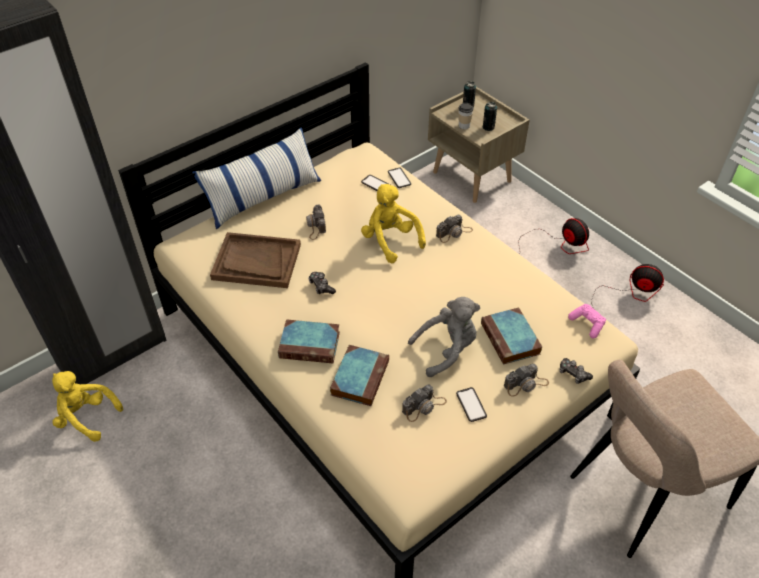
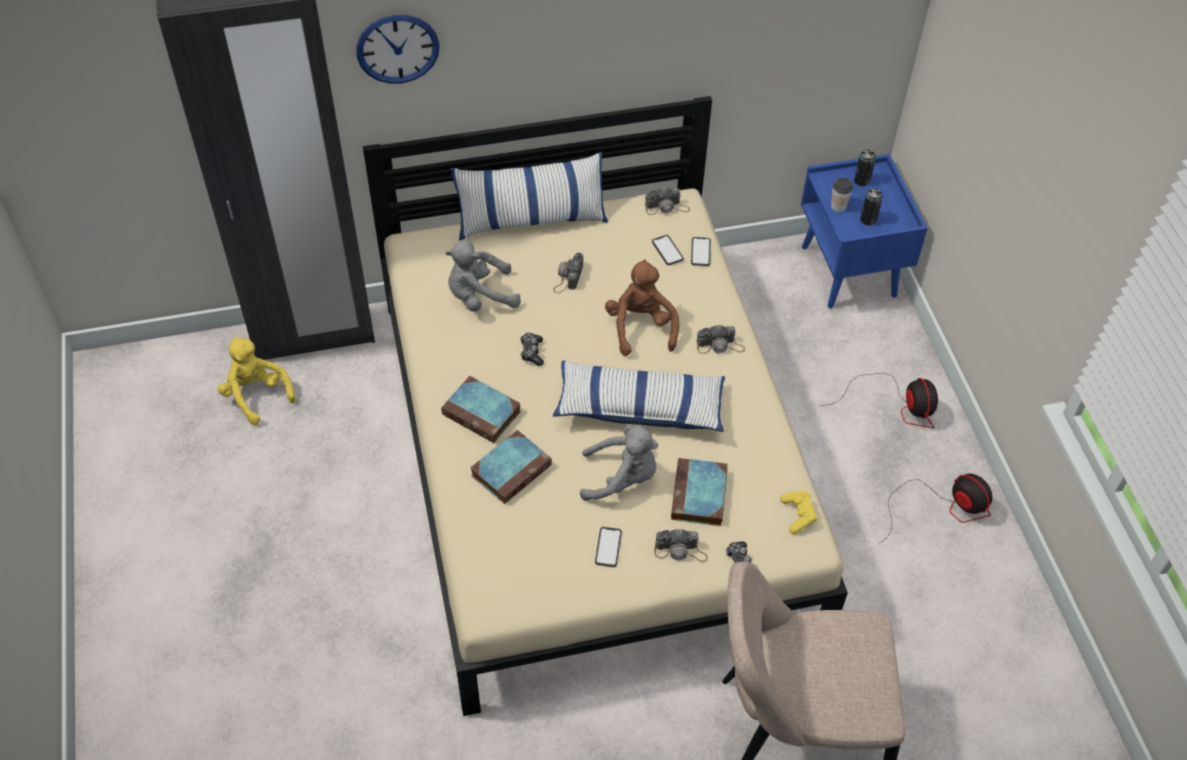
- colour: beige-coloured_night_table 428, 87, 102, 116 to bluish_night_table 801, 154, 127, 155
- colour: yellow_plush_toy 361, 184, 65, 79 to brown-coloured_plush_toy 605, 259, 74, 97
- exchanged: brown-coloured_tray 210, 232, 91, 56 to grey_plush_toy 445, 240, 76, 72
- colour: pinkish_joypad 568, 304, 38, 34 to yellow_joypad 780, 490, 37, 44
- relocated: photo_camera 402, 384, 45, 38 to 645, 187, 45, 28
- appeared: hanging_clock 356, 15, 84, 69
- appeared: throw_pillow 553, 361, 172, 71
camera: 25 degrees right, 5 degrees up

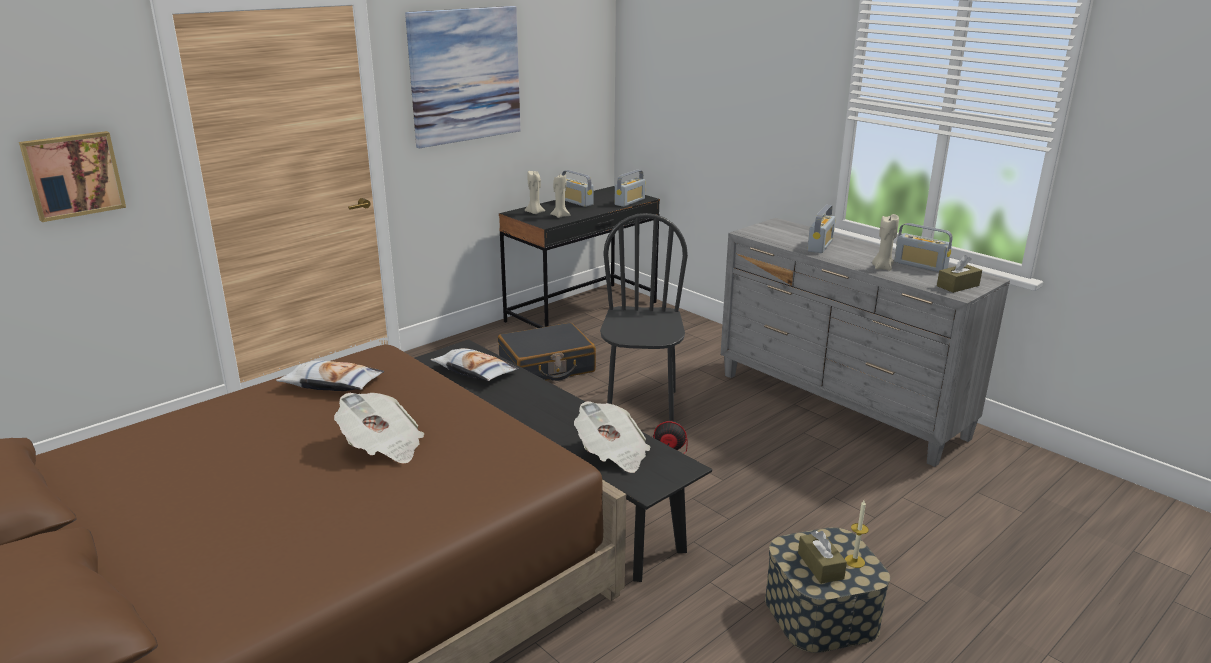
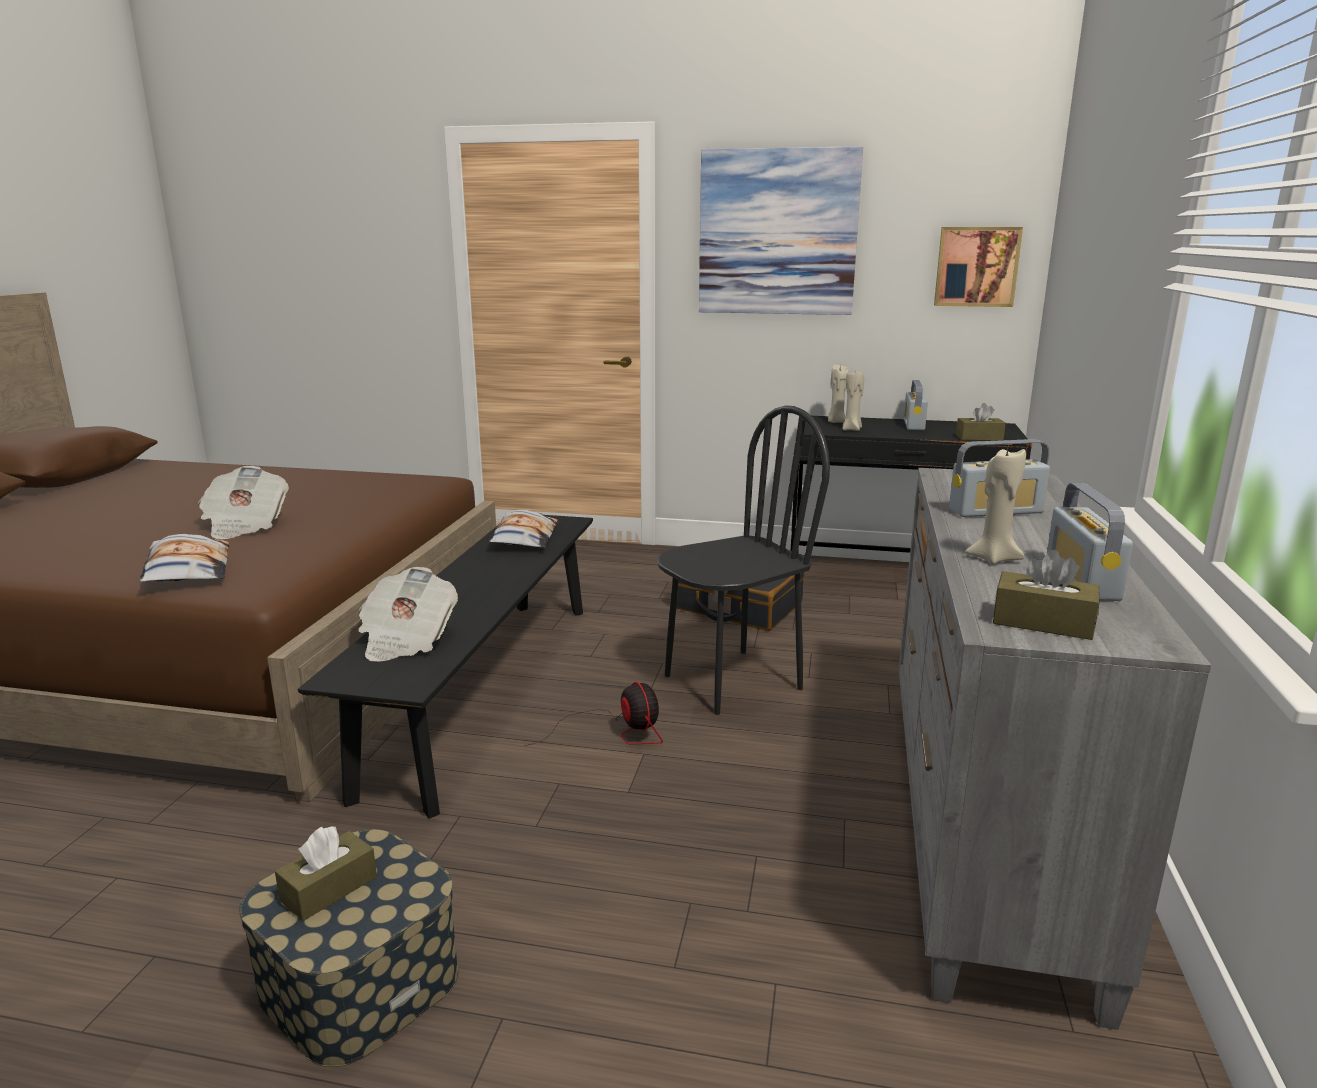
- relocated: picture 19, 131, 107, 91 to 934, 227, 89, 80
- exchanged: radio_set 615, 170, 30, 37 to brown-coloured_tissue_box 956, 403, 50, 37
- relocated: throw_pillow 276, 361, 108, 30 to 140, 534, 90, 48
- missing: candle 845, 500, 24, 68
camera: 55 degrees right, 5 degrees down

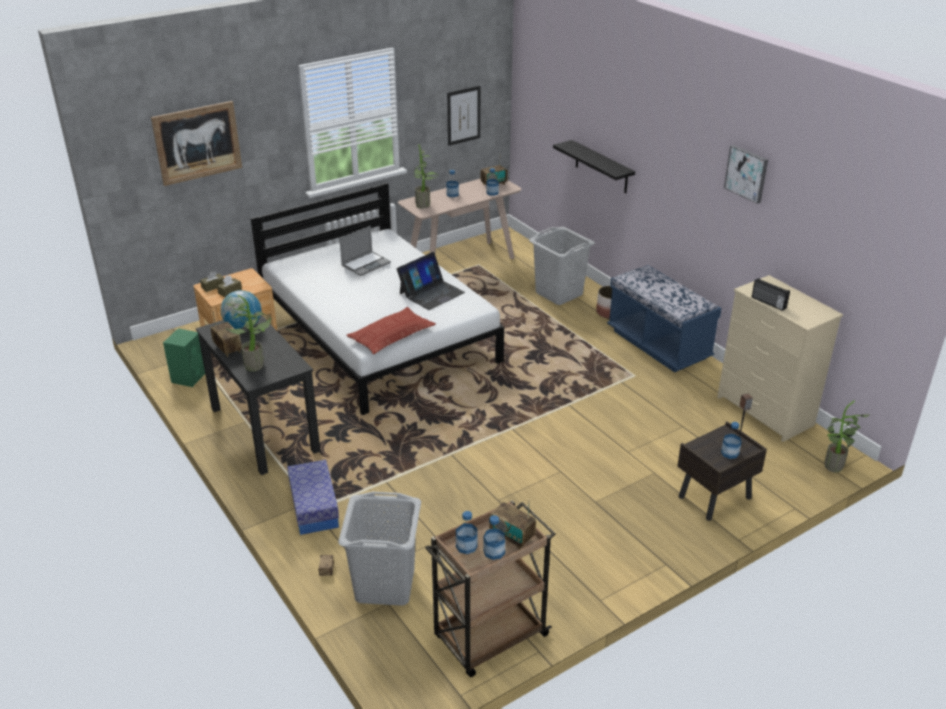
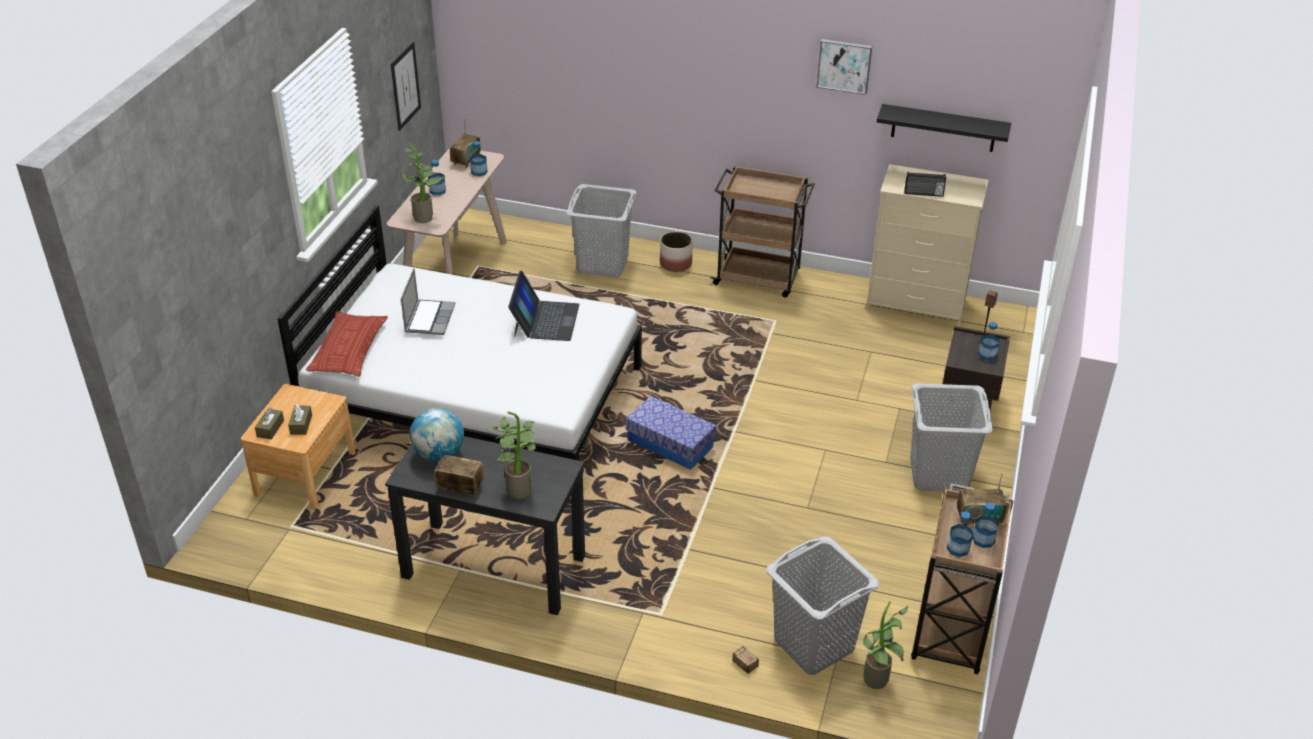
- missing: picture 151, 101, 91, 85
- relocated: black-coloured_wall_shelf 553, 140, 82, 53 to 877, 104, 134, 48
- exchanged: bluish_indoor_bench 607, 265, 115, 107 to brown-coloured_trolley 710, 166, 105, 132
- relocated: throw_pillow 347, 307, 89, 47 to 306, 312, 82, 65
- missing: green-coloured_loudspeaker 163, 328, 42, 59
- relocated: plant_in_a_pot 825, 400, 45, 72 to 863, 601, 45, 88
- relocated: storage_bin 287, 460, 52, 75 to 626, 396, 90, 74
- appeared: grey_laundry_basket 910, 383, 83, 108
camera: 40 degrees left, 5 degrees up

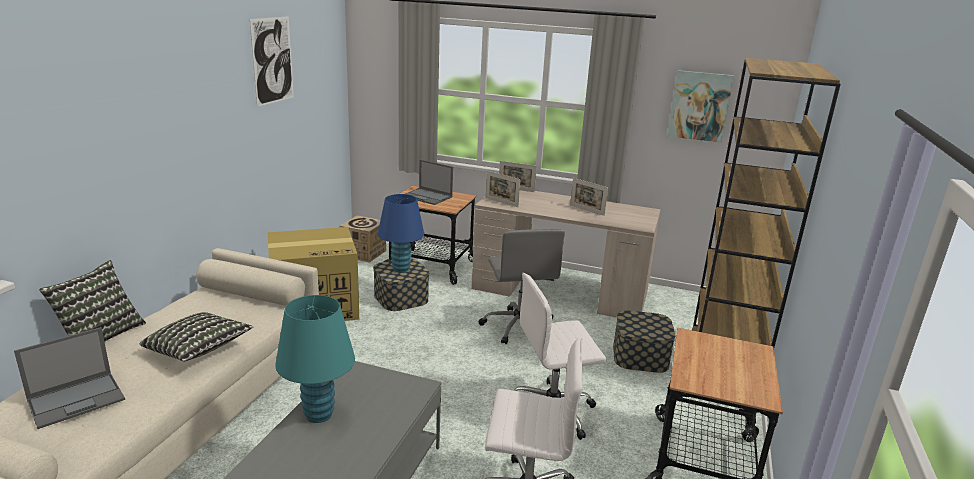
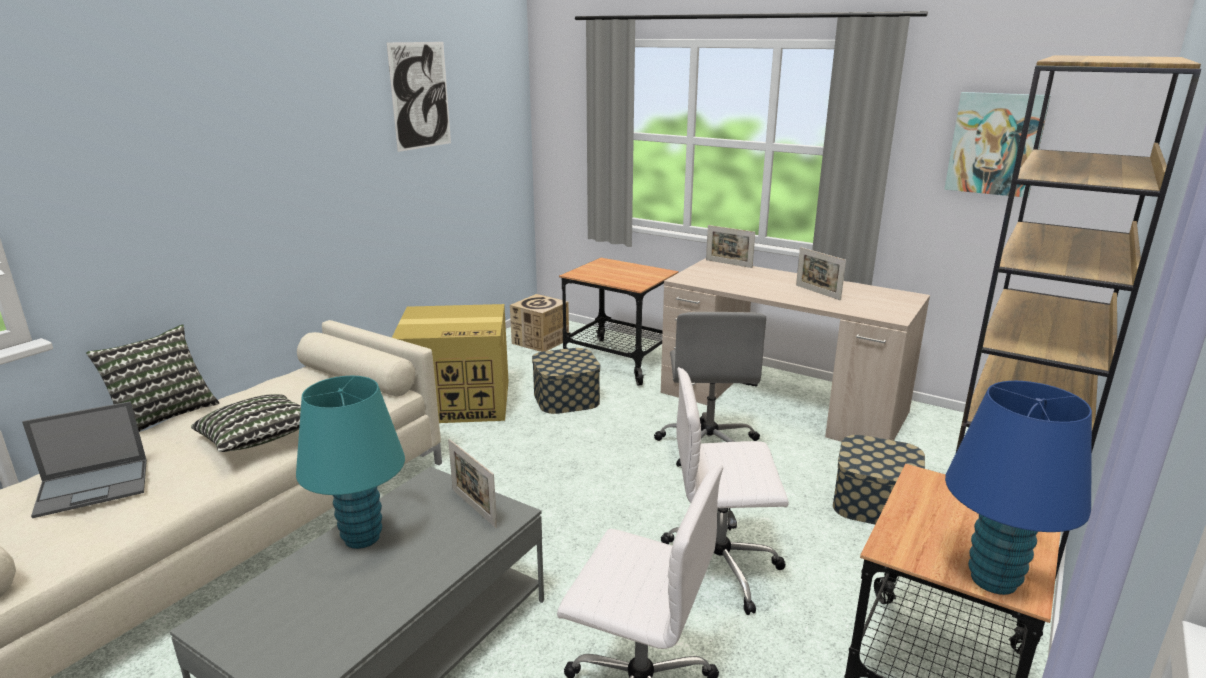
- missing: portable_computer 405, 160, 48, 45
- relocated: photo_frame 486, 171, 34, 36 to 448, 439, 49, 89
- relocated: bluish_tabletop_lamp 378, 194, 46, 79 to 945, 381, 147, 214
camera: 15 degrees right, 0 degrees up

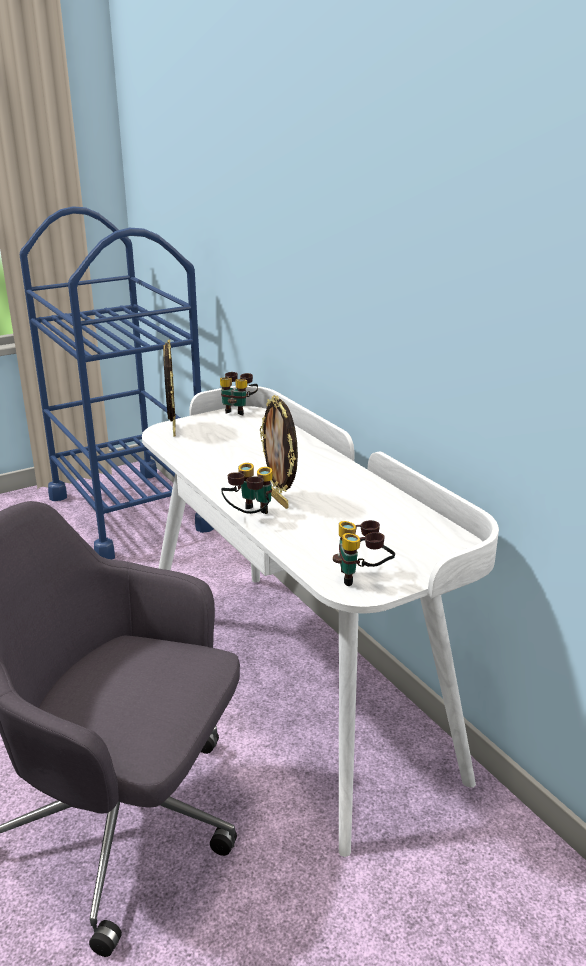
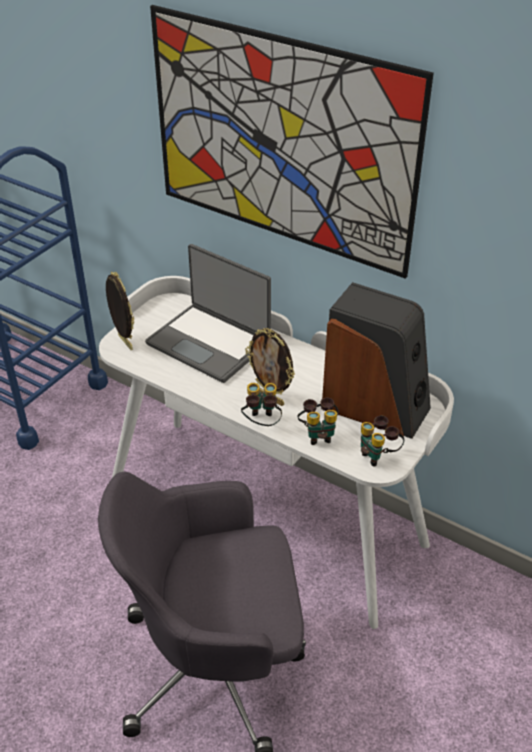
- relocated: pair_of_binoculars 220, 372, 38, 43 to 297, 398, 42, 47
- appeared: picture 150, 5, 284, 274
- appeared: portable_computer 145, 244, 126, 139
- appeared: loudspeaker 322, 282, 109, 157
camera: 25 degrees left, 15 degrees up

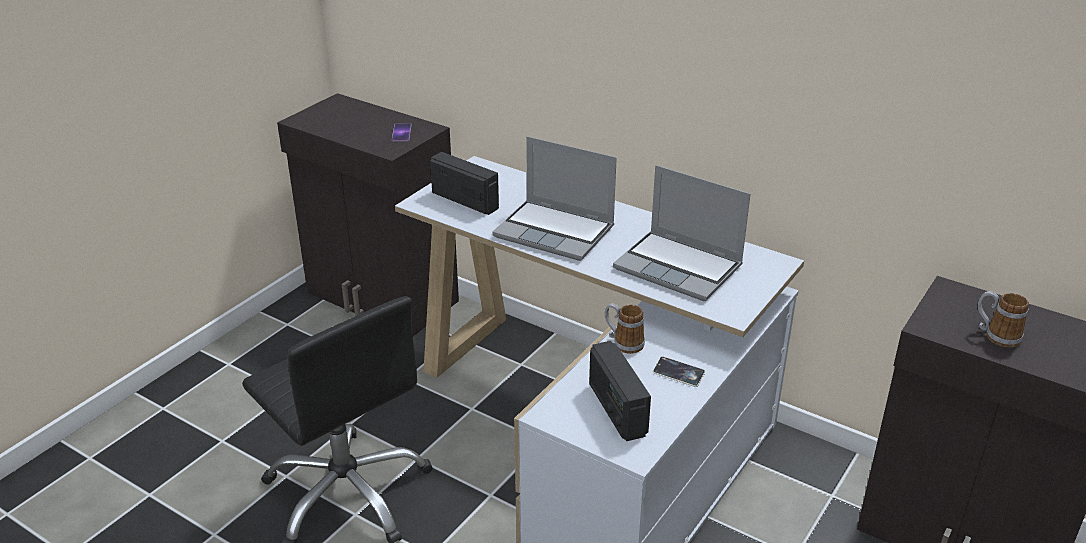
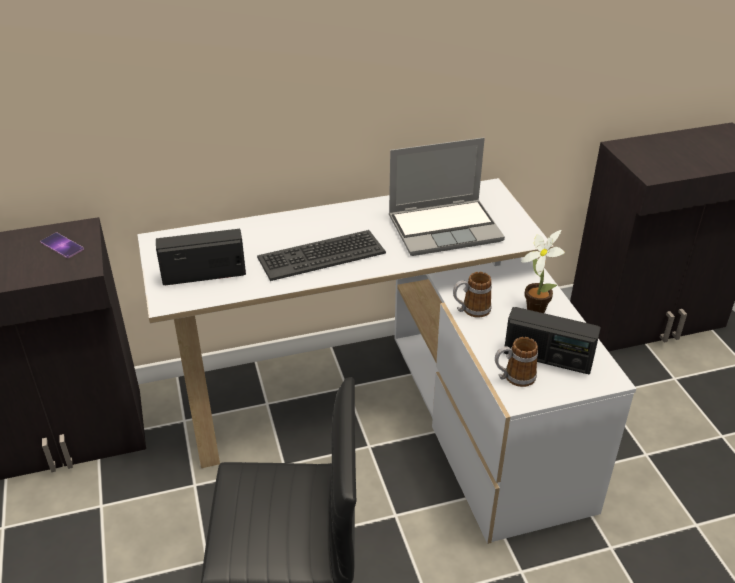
- exchanged: portable_computer 492, 136, 125, 125 to keyboard 257, 230, 129, 51
- relocated: mug 978, 291, 51, 57 to 495, 337, 43, 50
- exchanged: handset 653, 356, 52, 31 to plant_in_a_pot 521, 230, 44, 83
camera: 50 degrees left, 5 degrees up

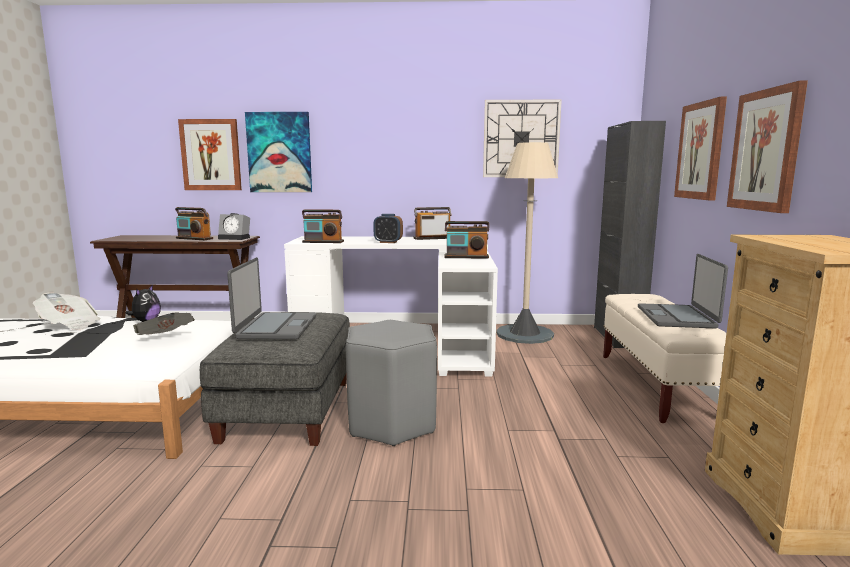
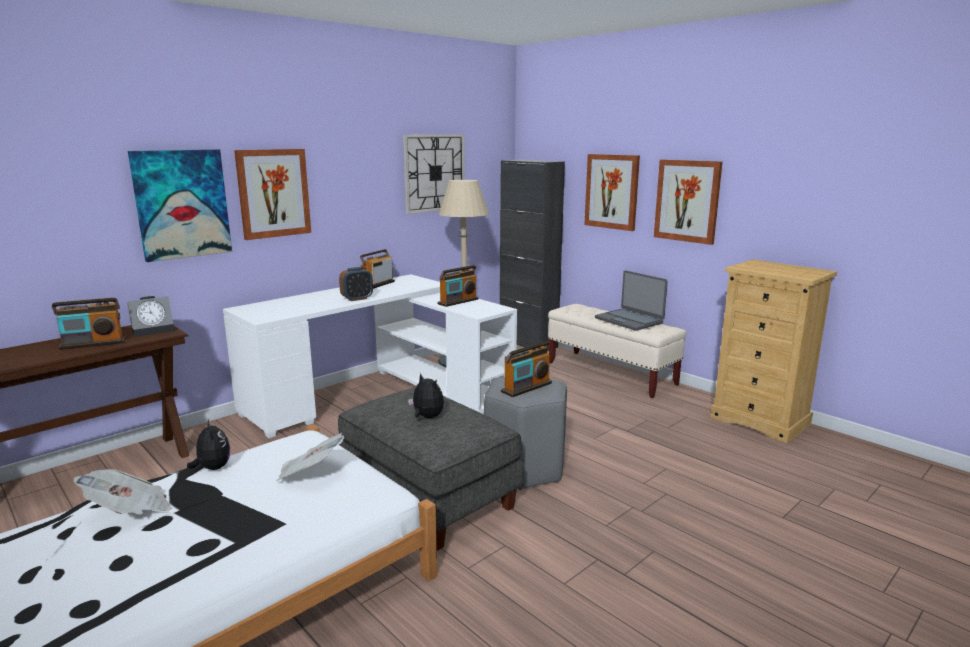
- relocated: picture 178, 119, 64, 71 to 234, 149, 77, 91
- relocated: radio_set 302, 209, 42, 34 to 501, 341, 51, 56
- exchanged: portable_computer 227, 257, 89, 82 to plush_toy 408, 373, 36, 45
camera: 45 degrees left, 5 degrees up

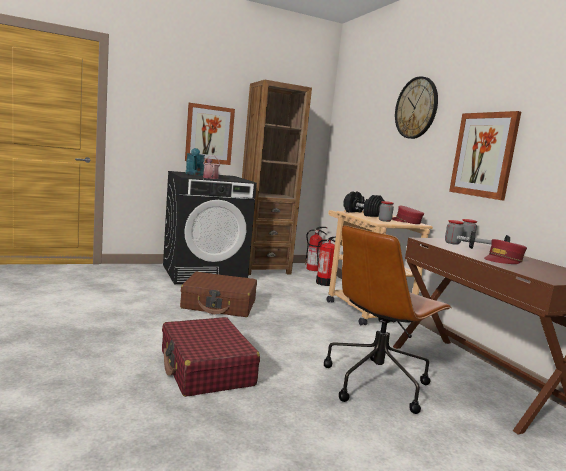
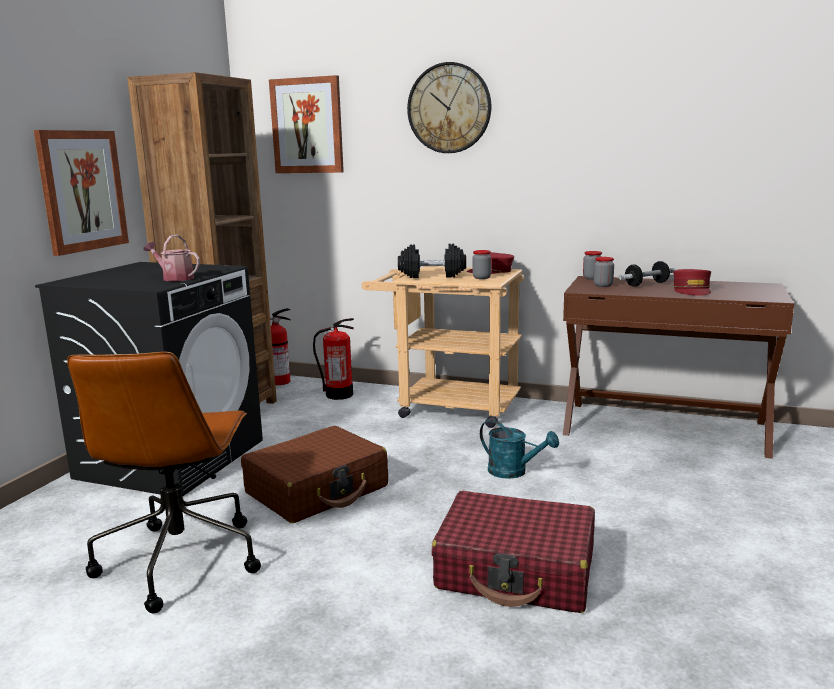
- relocated: picture 449, 111, 72, 89 to 269, 75, 75, 98
- relocated: blue-green_watering_pot 186, 148, 19, 28 to 480, 420, 79, 59
- relocated: brown-coloured_desk_chair 324, 225, 128, 189 to 67, 352, 194, 261
camera: 45 degrees left, 5 degrees up

